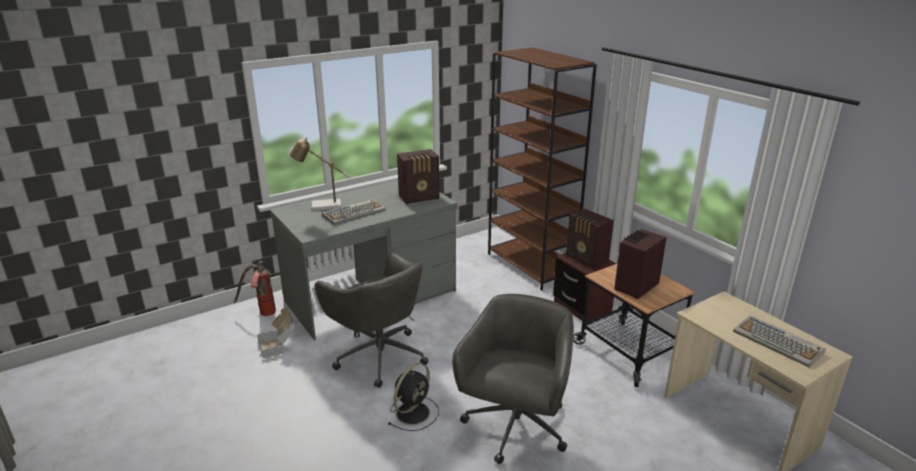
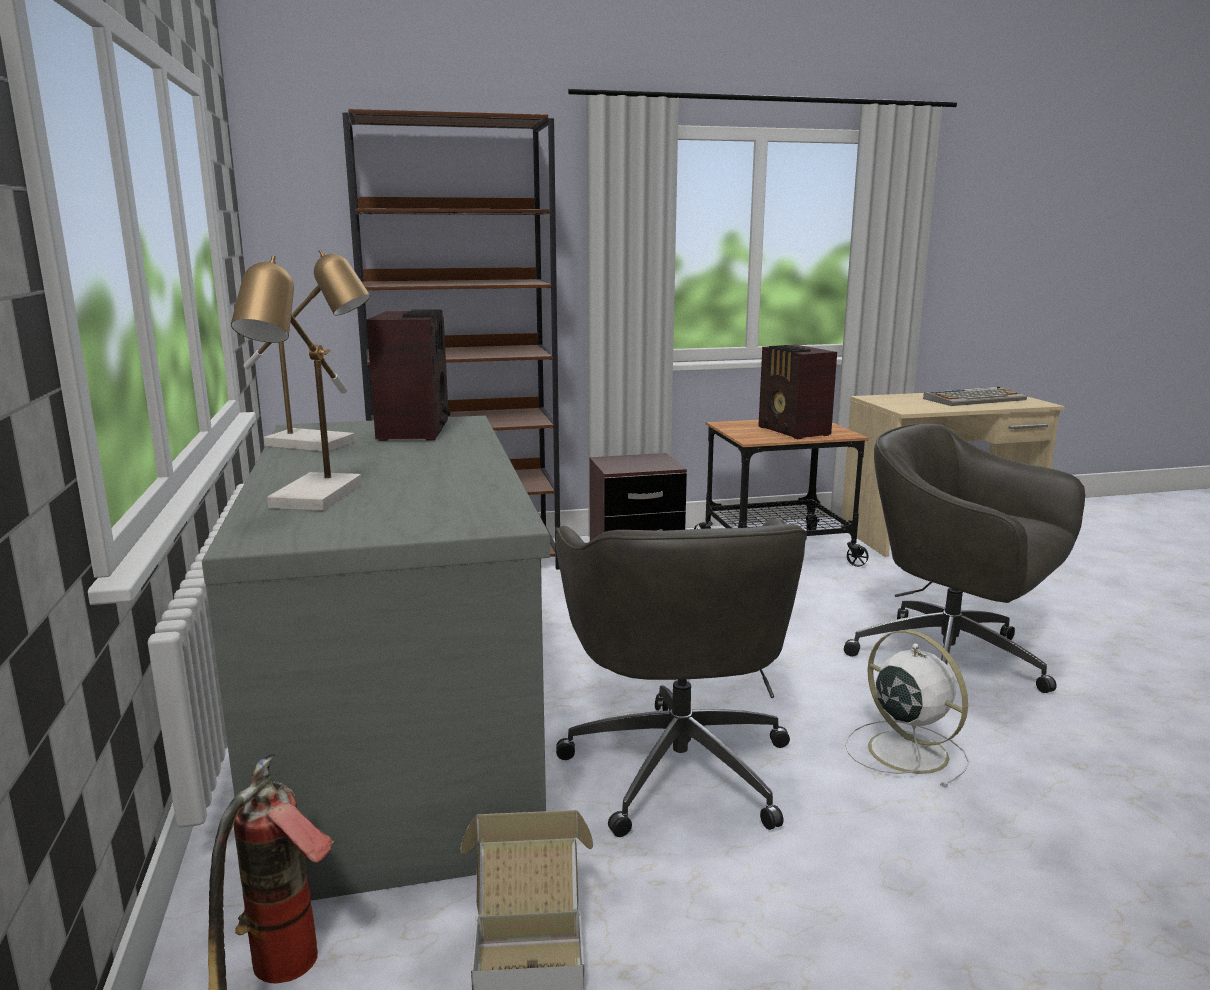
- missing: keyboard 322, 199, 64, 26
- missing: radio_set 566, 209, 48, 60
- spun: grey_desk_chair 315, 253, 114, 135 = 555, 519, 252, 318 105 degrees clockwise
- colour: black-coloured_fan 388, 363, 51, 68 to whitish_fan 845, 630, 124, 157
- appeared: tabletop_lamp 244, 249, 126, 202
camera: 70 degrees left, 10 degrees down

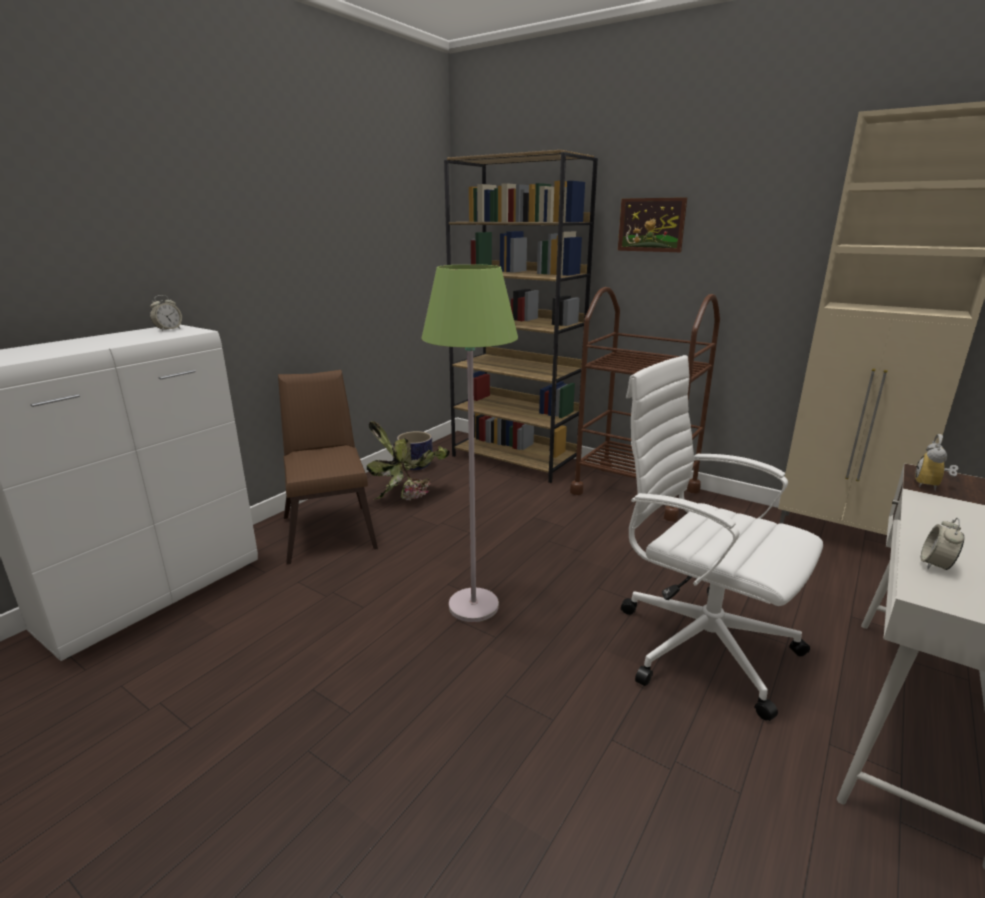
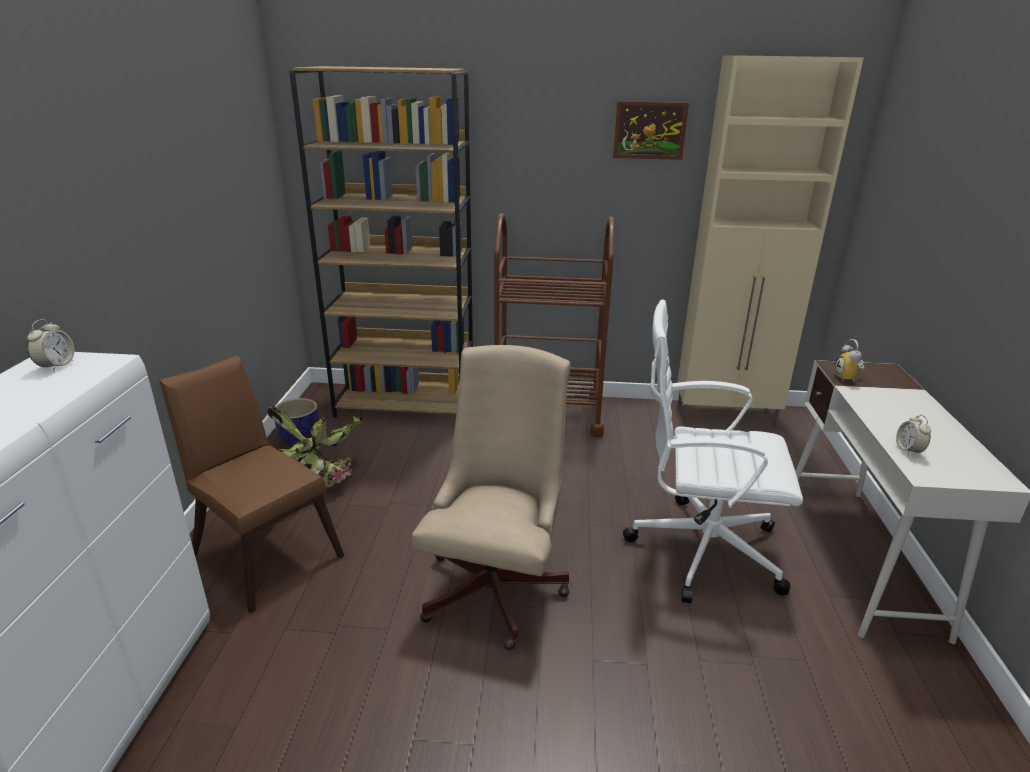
- relocated: picture 618, 197, 69, 55 to 613, 101, 76, 59
- exchanged: green-coloured_standing_lamp 422, 264, 96, 358 to beige-coloured_desk_chair 412, 345, 159, 305
camera: 30 degrees left, 5 degrees up

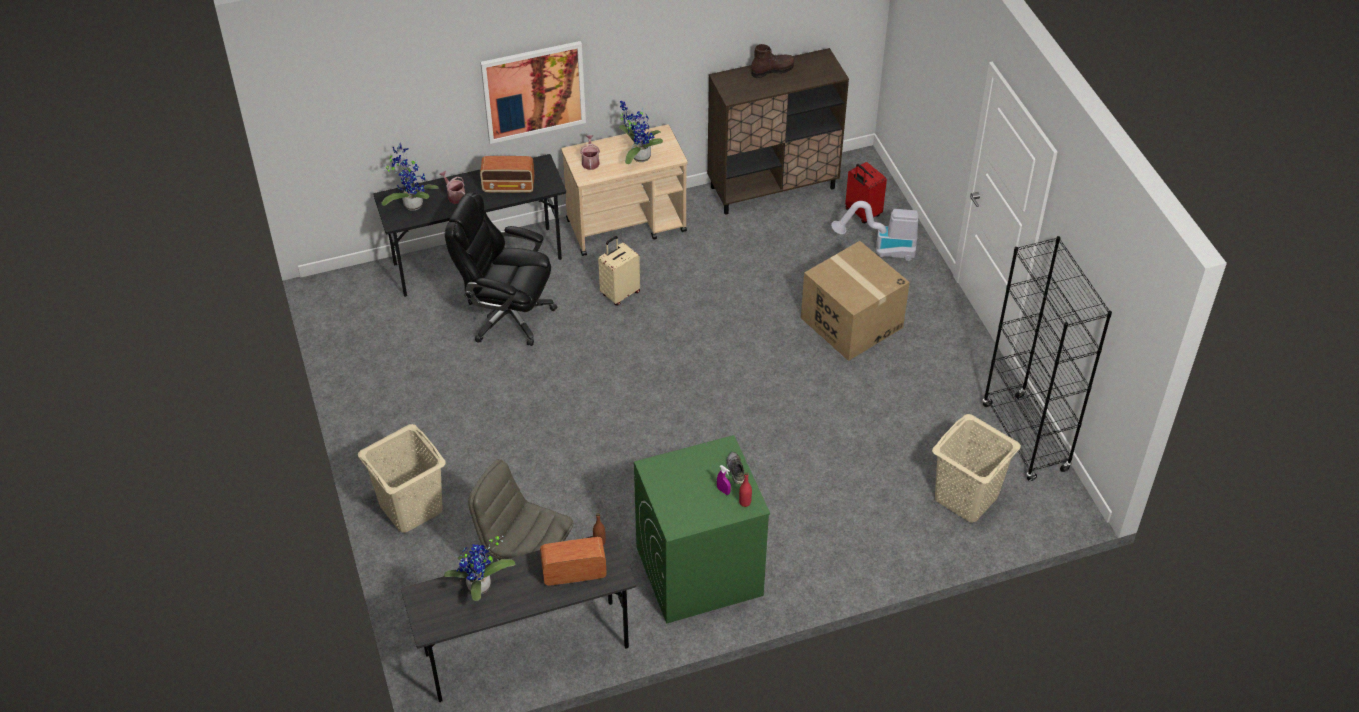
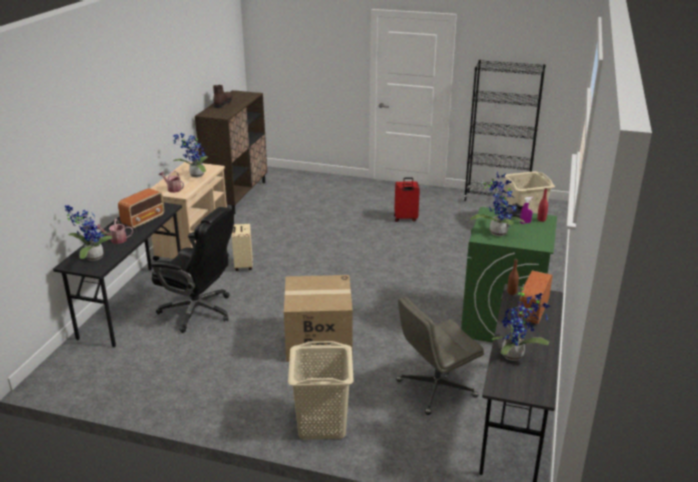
- missing: picture 480, 41, 106, 103
- relocated: reddish_piece_of_luggage 845, 162, 42, 61 to 394, 177, 26, 45
- spun: black-coloured_desk_chair 445, 192, 113, 154 = 151, 207, 83, 126 120 degrees counterclockwise
- missing: vacuum 831, 201, 87, 60
- relocated: carton 801, 241, 109, 120 to 284, 275, 69, 87
- appeared: plant_in_a_pot 470, 172, 55, 64
camera: 55 degrees left, 20 degrees down

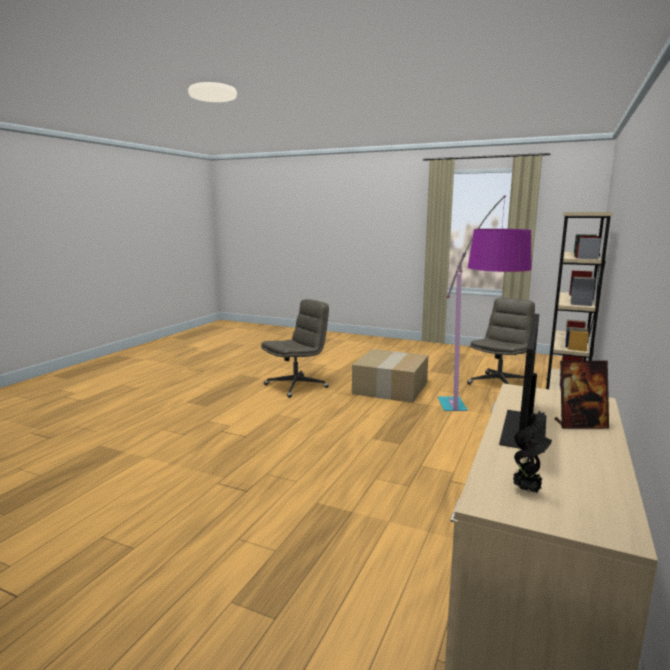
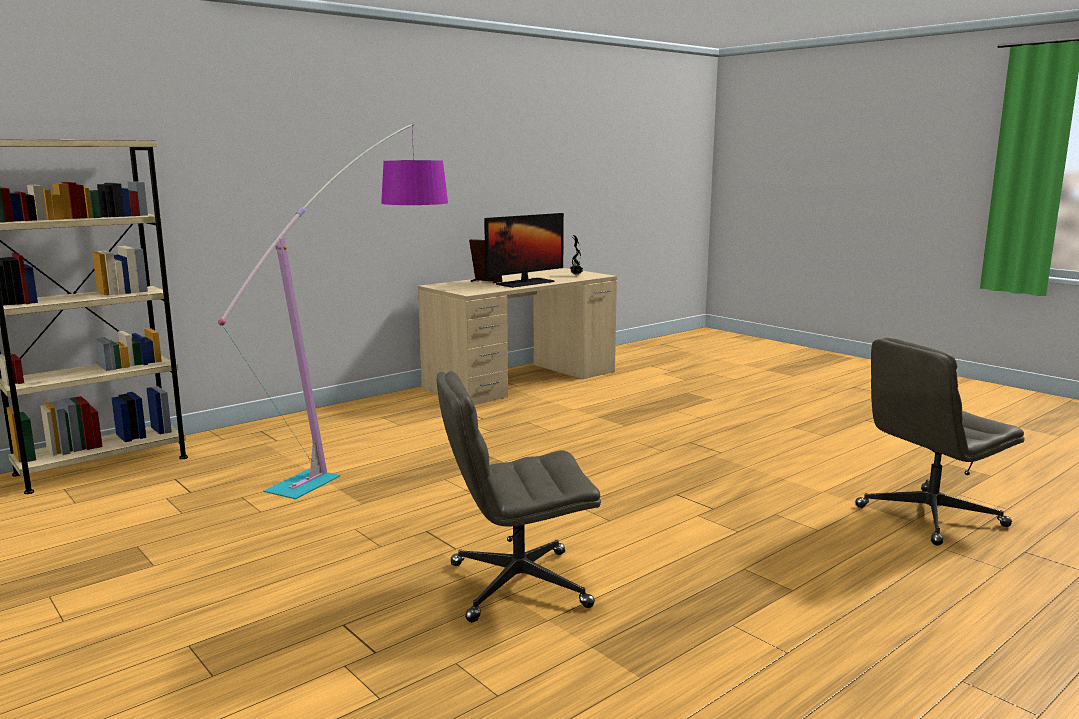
- relocated: grey_desk_chair 467, 298, 68, 87 to 855, 338, 170, 208
- missing: carton 352, 349, 76, 54
camera: 155 degrees left, 0 degrees up

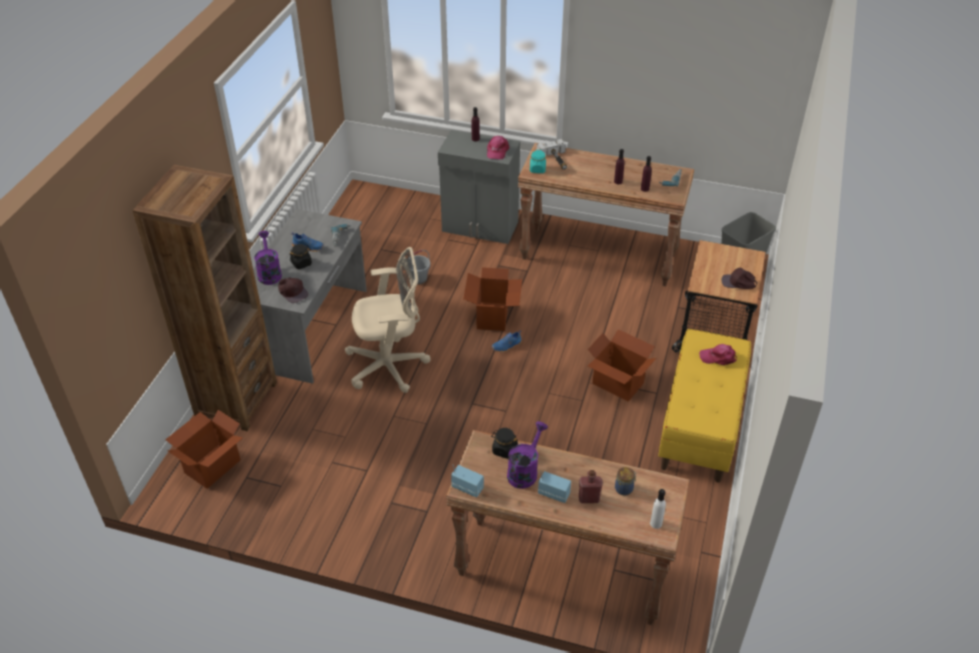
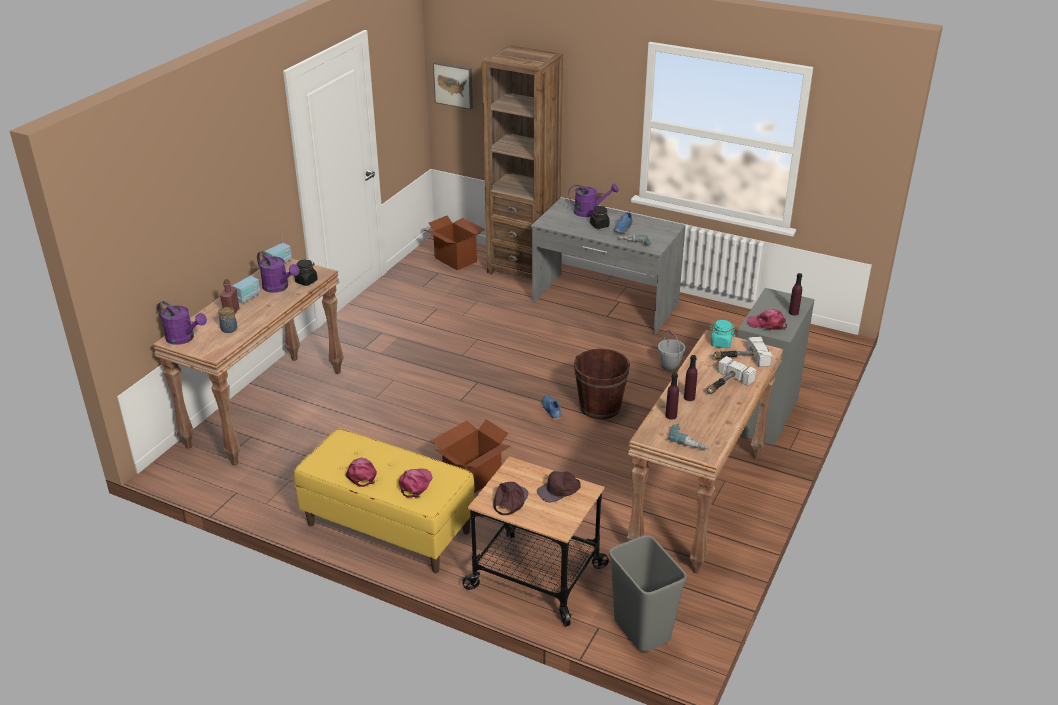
- missing: beige-coloured_desk_chair 345, 247, 85, 146
- exchanged: carton 463, 267, 59, 64 to brown-coloured_water_bucket 574, 349, 56, 71
- relocated: brown-coloured_baseball_cap 278, 278, 30, 25 to 537, 471, 44, 31
- exchanged: whitish_drink_bottle 650, 489, 16, 40 to purple-coloured_watering_pot 157, 301, 50, 44
- appeared: picture 433, 62, 40, 48
- appeared: hammer 707, 356, 49, 38
- appeared: pinkish_baseball_cap 346, 458, 31, 29
camera: 100 degrees right, 10 degrees down

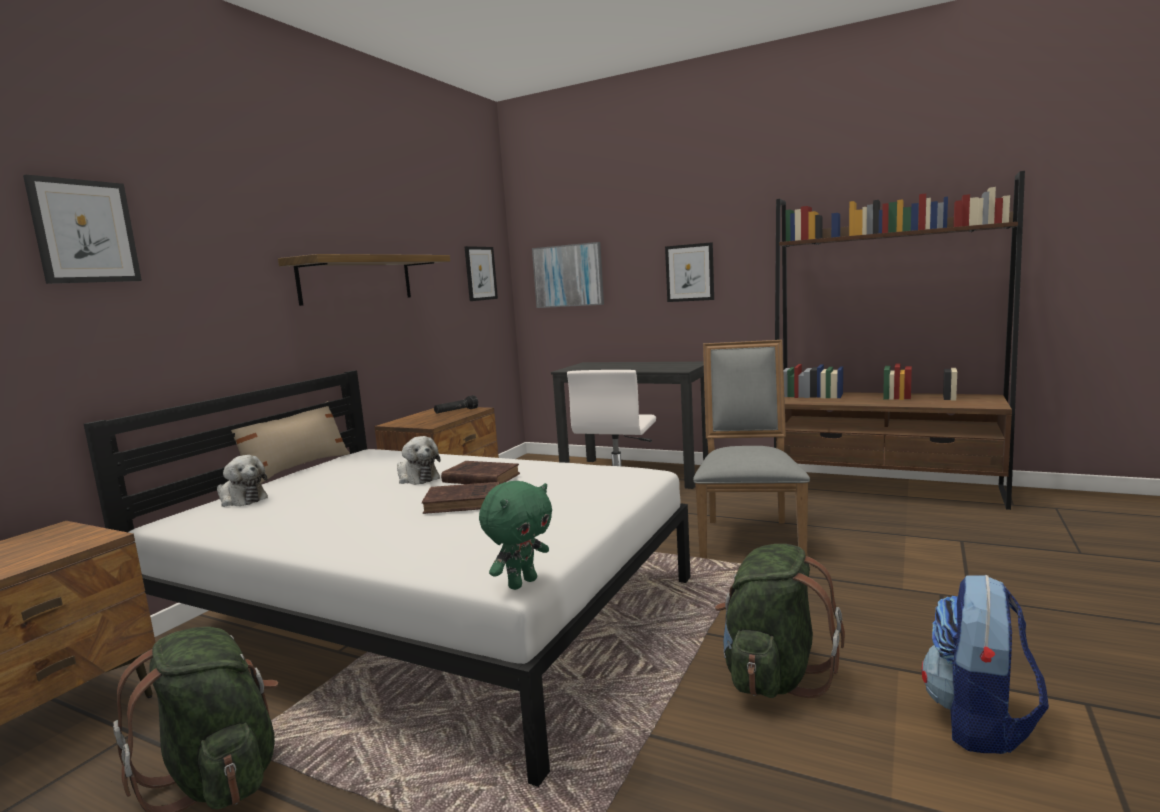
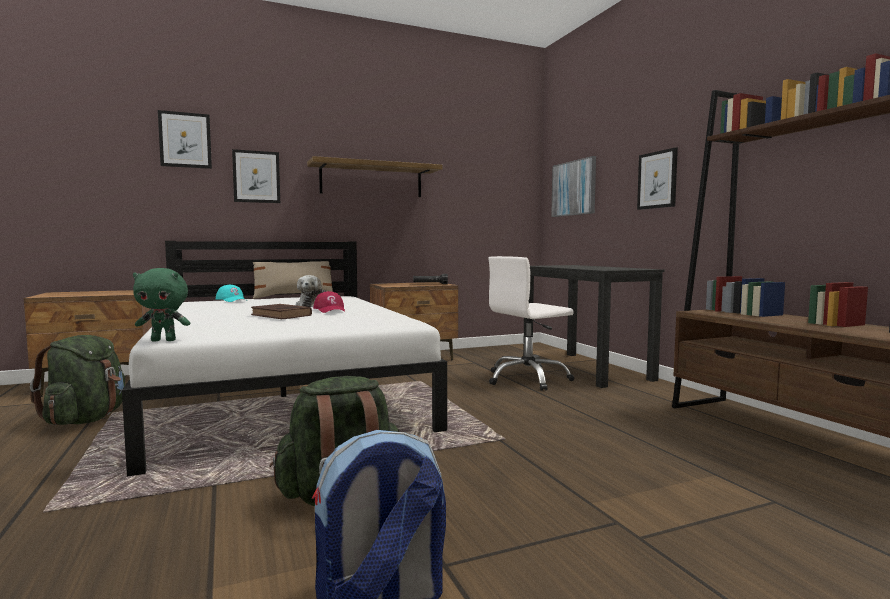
- relocated: picture 465, 246, 33, 55 to 232, 149, 48, 54
- missing: grey_upright_chair 693, 340, 117, 219
- exchanged: plush_toy 217, 455, 51, 52 to blue-green_baseball_cap 216, 284, 30, 18
- exchanged: brown-coloured_book 441, 461, 79, 23 to reddish_baseball_cap 313, 291, 32, 22
camera: 40 degrees right, 5 degrees down

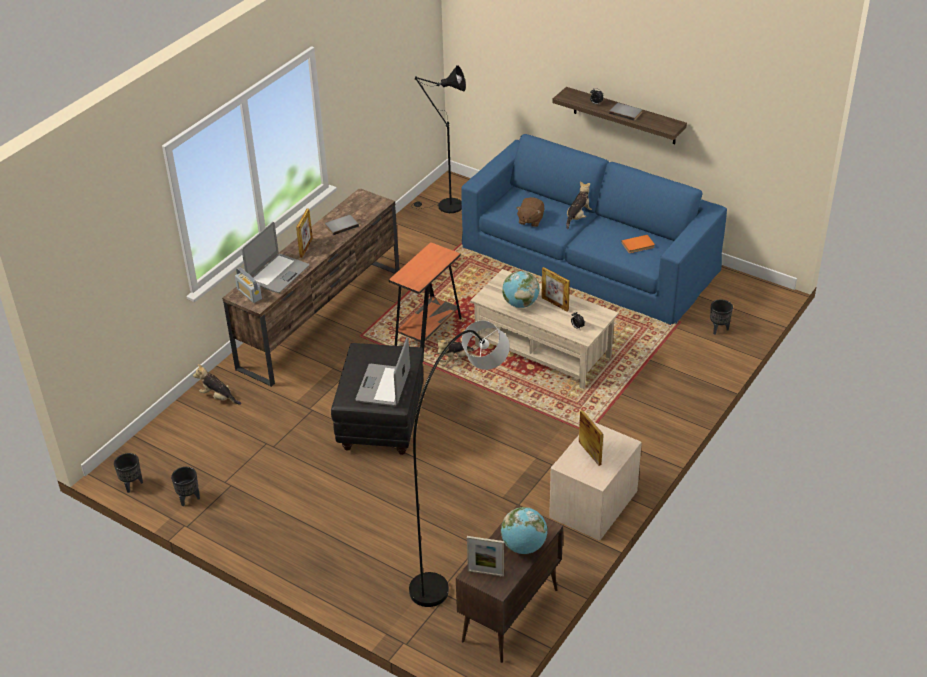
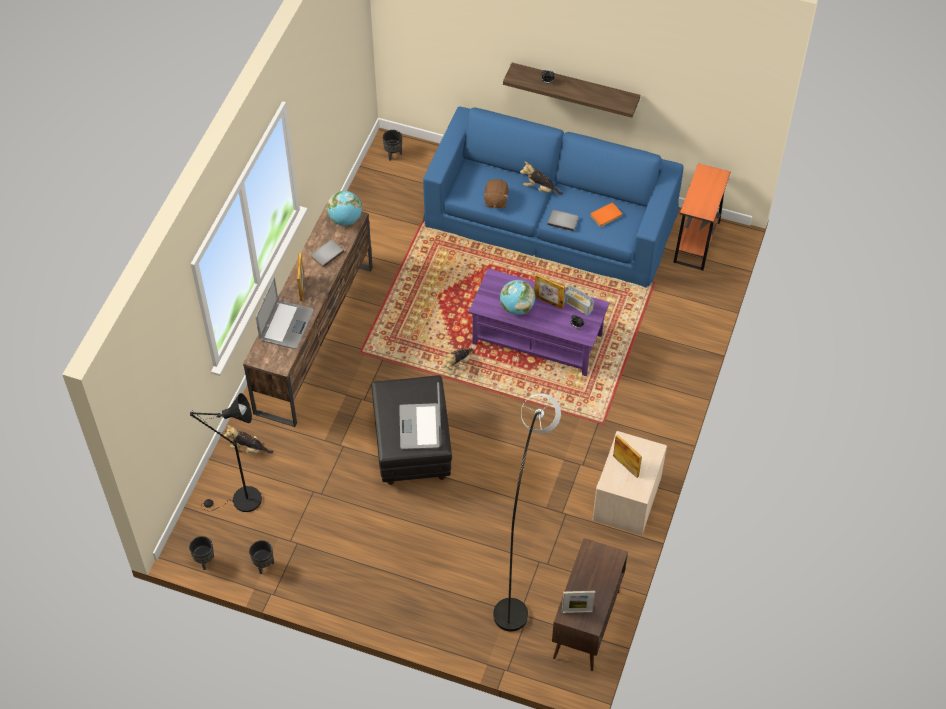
- relocated: black-coloured_standing_lamp 412, 65, 54, 148 to 190, 393, 72, 119
- relocated: grey_book 609, 103, 33, 18 to 547, 210, 31, 21
- spun: plush_toy 566, 181, 26, 48 = 520, 162, 43, 33 90 degrees counterclockwise
- relocated: orange-coloured_accent_table 389, 242, 73, 110 to 673, 163, 58, 107
- relocated: radio_set 235, 267, 27, 36 to 564, 285, 30, 31
- colour: beige-coloured_lounge_table 470, 269, 149, 120 to purple-coloured_lounge_table 469, 269, 141, 107
- relocated: black-coloured_planter 710, 300, 23, 34 to 383, 130, 19, 31
- relocated: world_globe 501, 507, 47, 47 to 327, 191, 35, 35
camera: 15 degrees left, 15 degrees up

